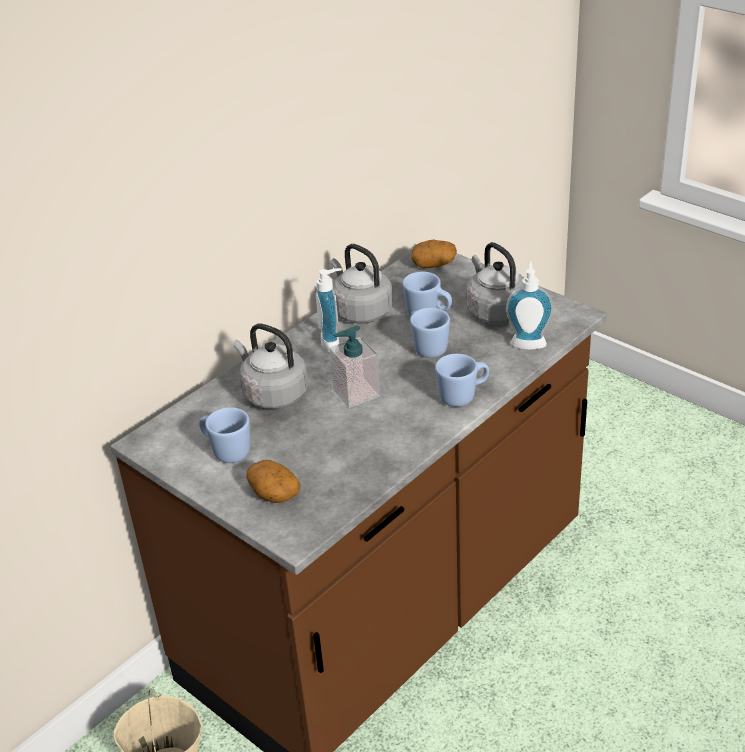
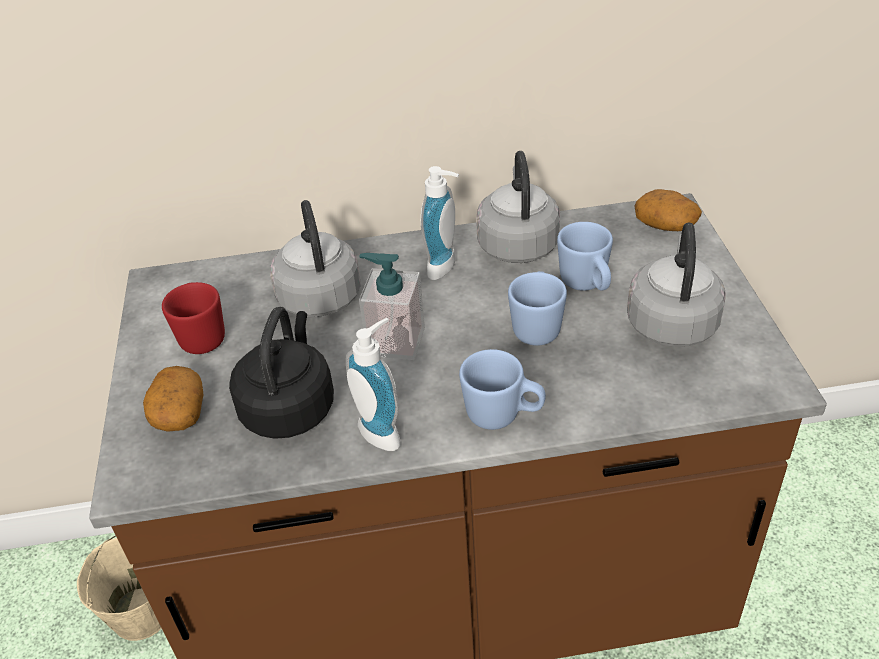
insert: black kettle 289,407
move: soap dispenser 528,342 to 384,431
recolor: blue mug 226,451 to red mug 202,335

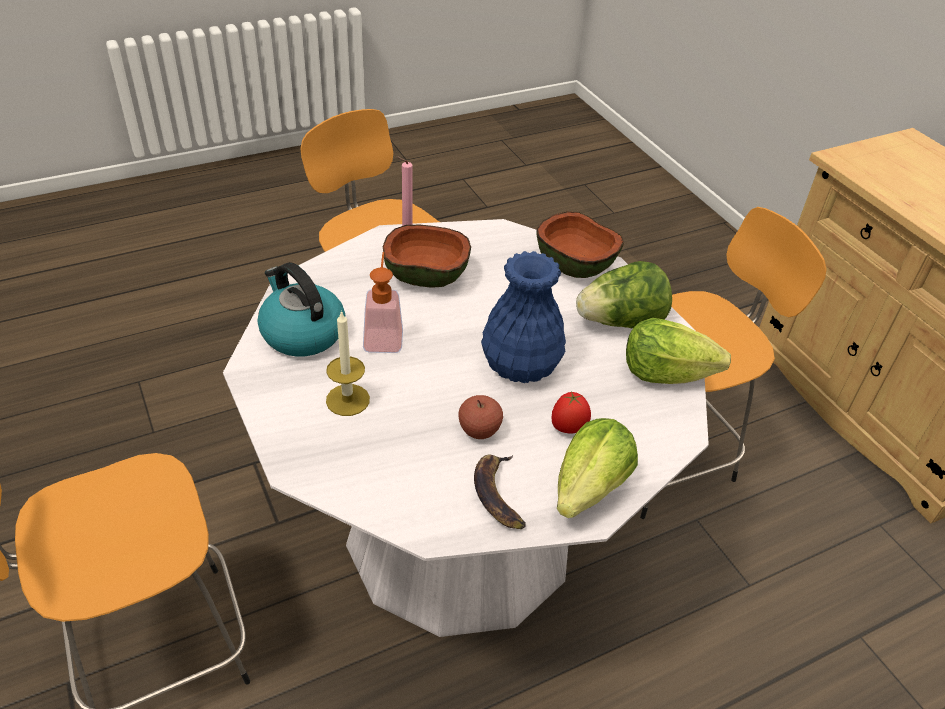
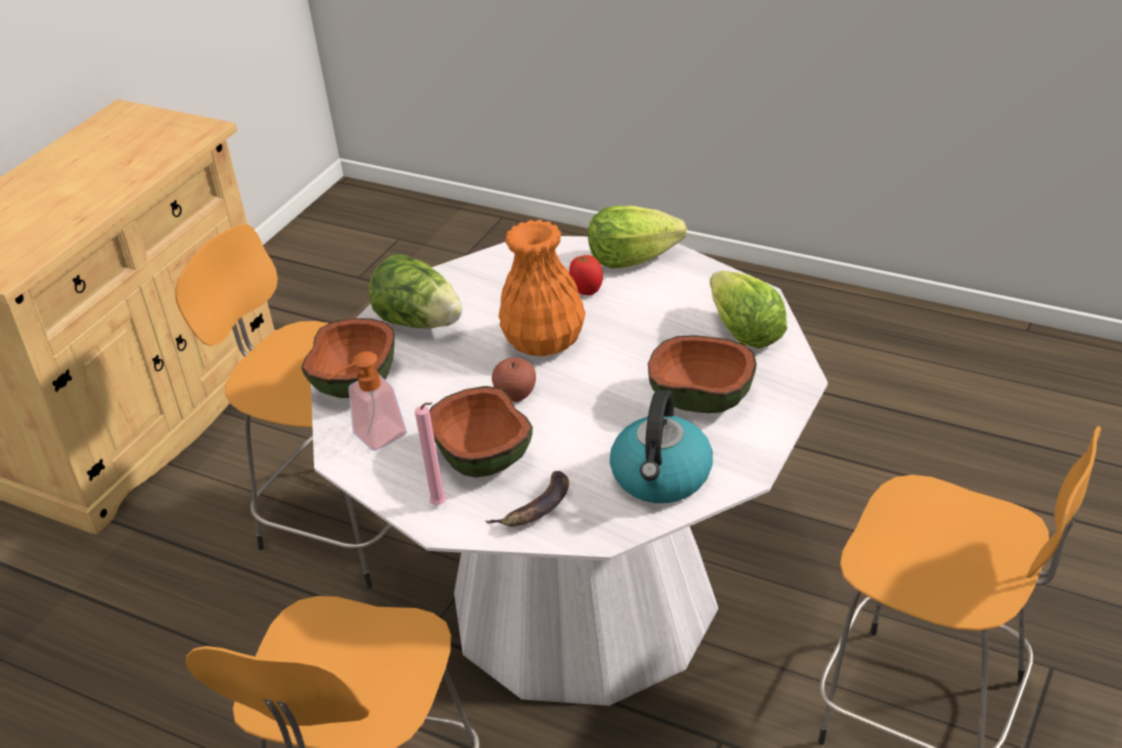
move: soap dispenser 383,335 to 372,439; apple 479,431 to 516,395; banana 498,494 to 536,508; lettuce 665,373 to 745,333
replace: candle 347,400 to bowl 701,400
recolor: blue vase 521,365 to orange vase 543,342

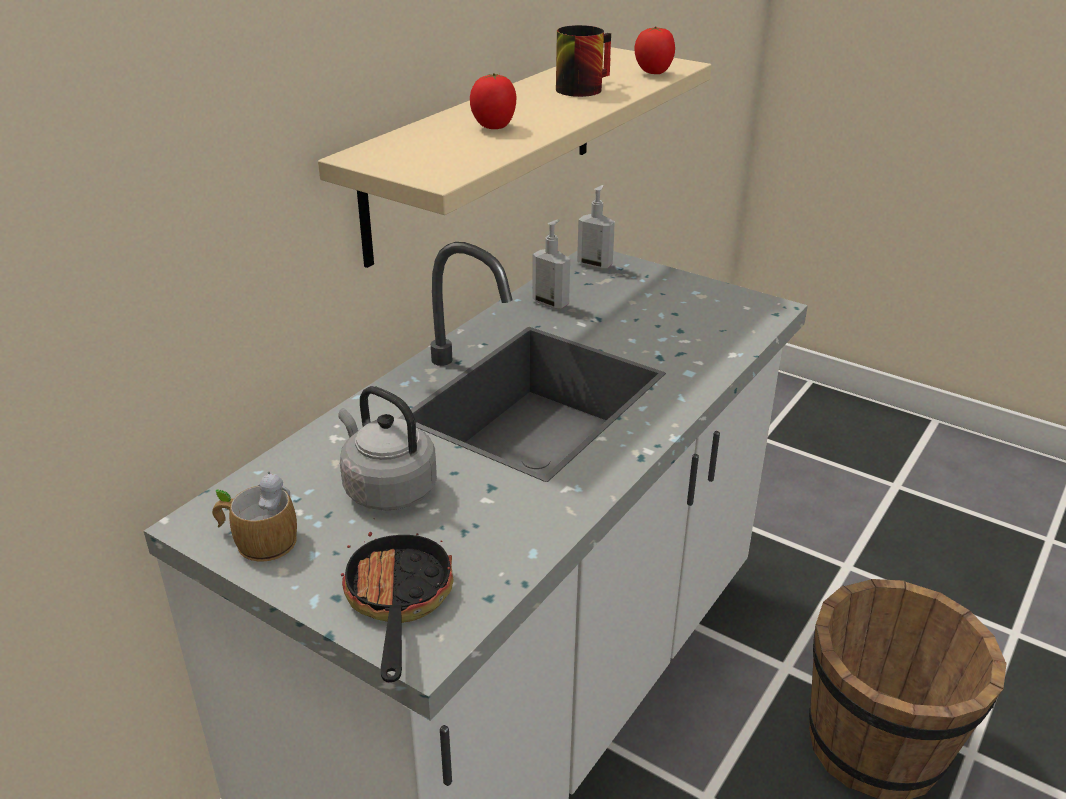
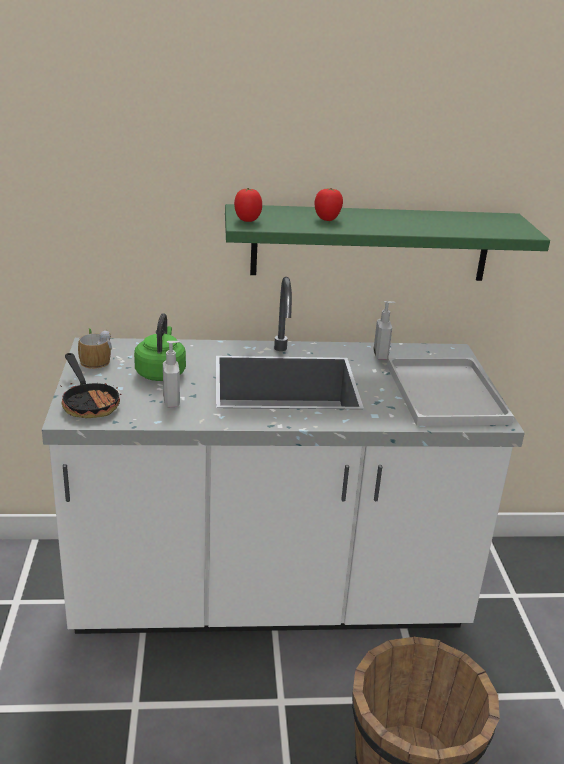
delete: mug 580,87
insert: white tray 443,392
move: soap dispenser 595,264 to 172,402; tomato 653,73 to 247,221
recolor: beige shelf 486,149 to green shelf 371,243; grey kettle 387,488 to green kettle 161,372
rotate: frying pan 398,602 = 89,402 105 degrees clockwise

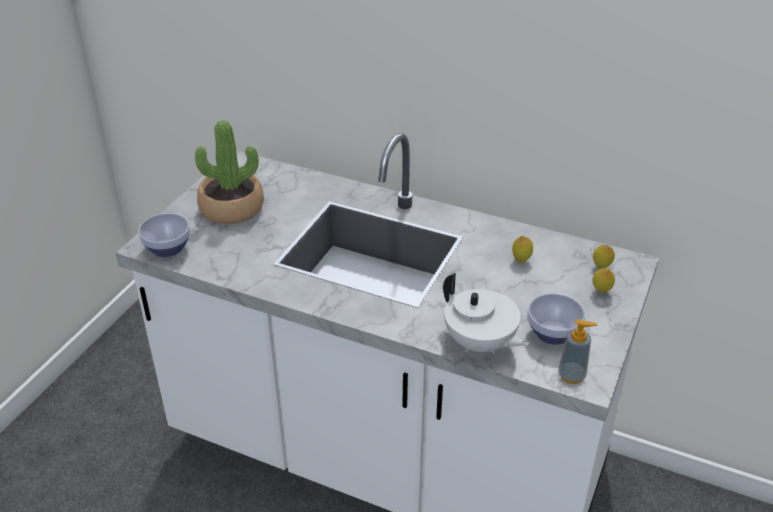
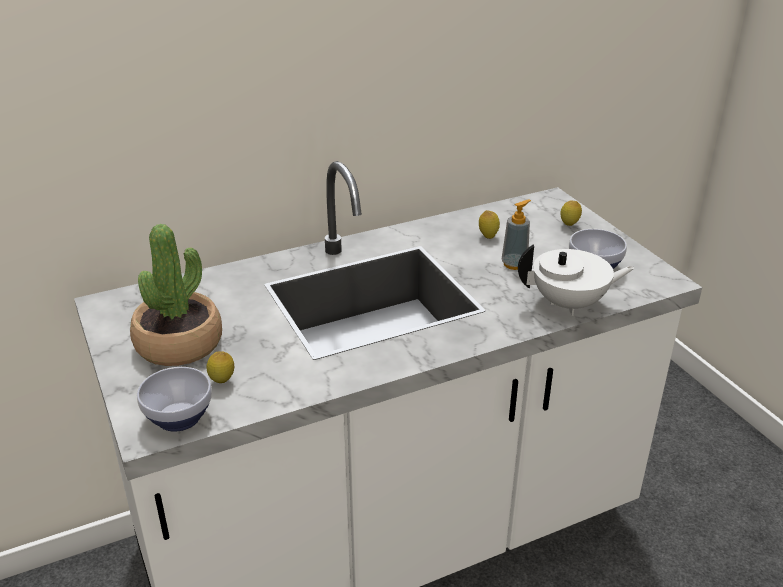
move: soap dispenser 571,375 to 514,264; lemon 601,268 to 222,382

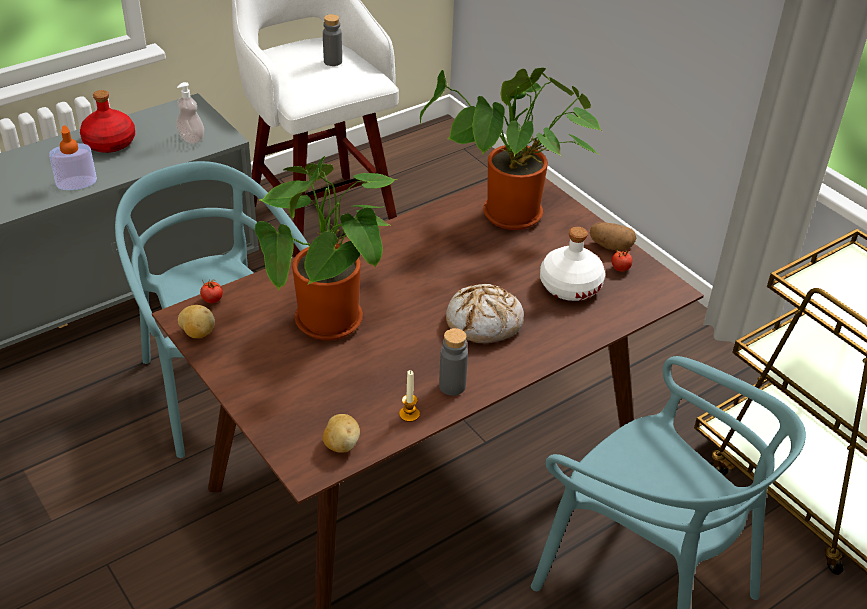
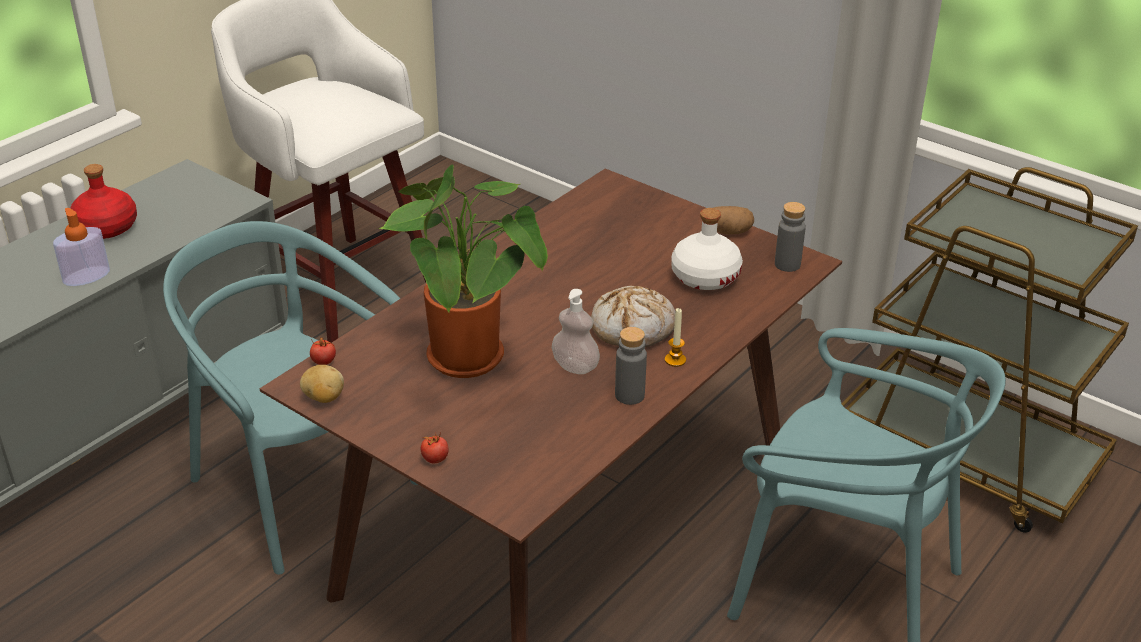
delete: potato 341,444; potted plant 509,218
move: soap dispenser 191,138 to 575,366; grey bottle 333,61 to 787,264; candle 409,414 to 675,360; tomato 620,268 to 435,459

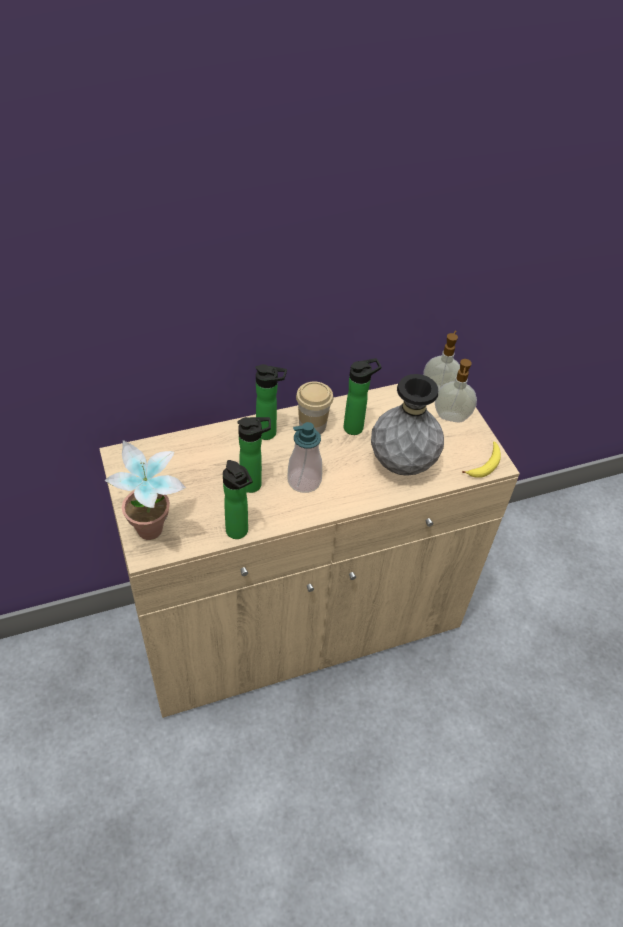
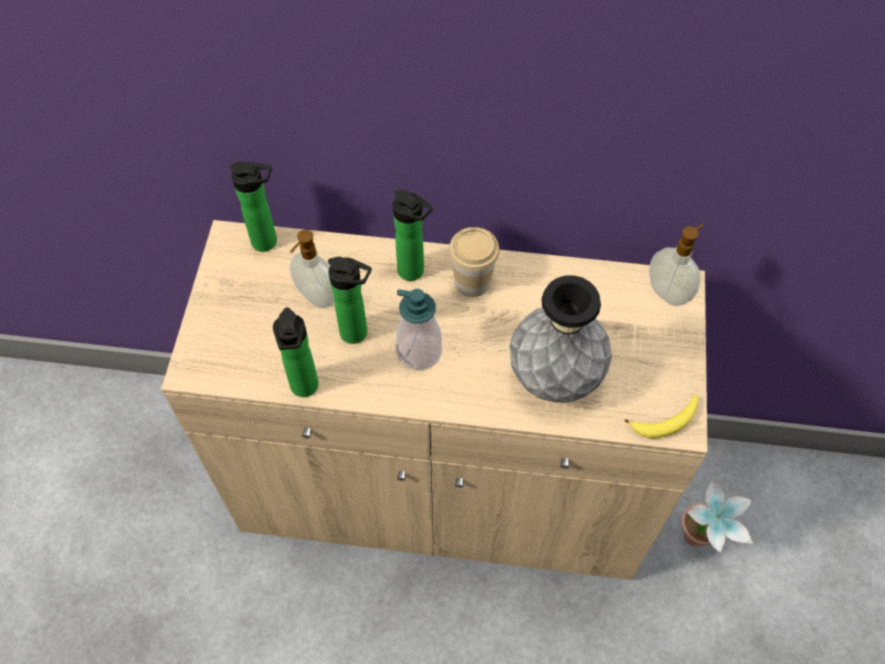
move: potted plant 154,536 to 697,544; bottle 356,427 to 268,242; soap dispenser 451,418 to 316,297

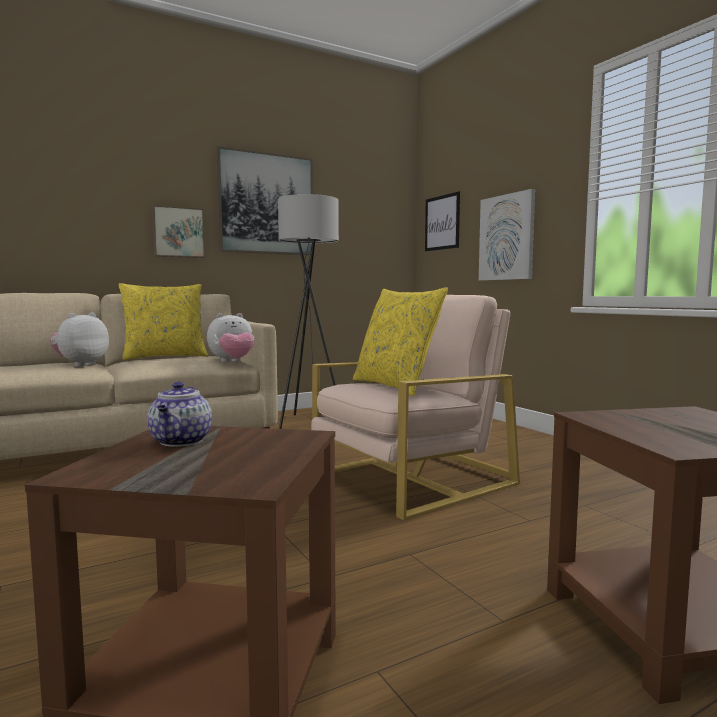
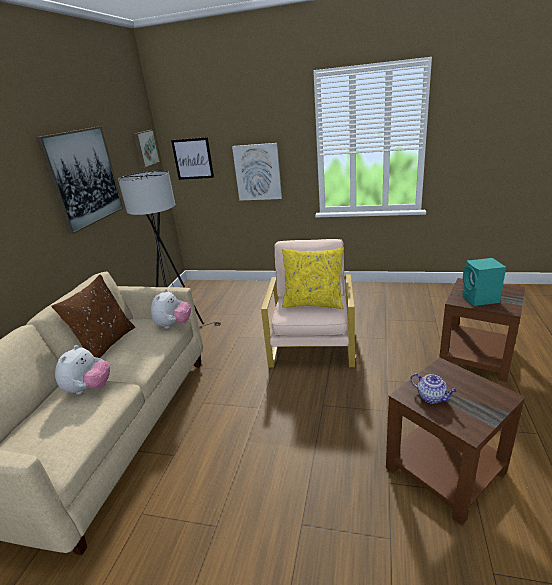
insert: turquoise speaker 480,299
move: picture 178,232 to 145,148
recolor: yellow pillow 165,357 to brown pillow 106,344
rotate: plush toy 80,365 = 89,389 150 degrees counterclockwise

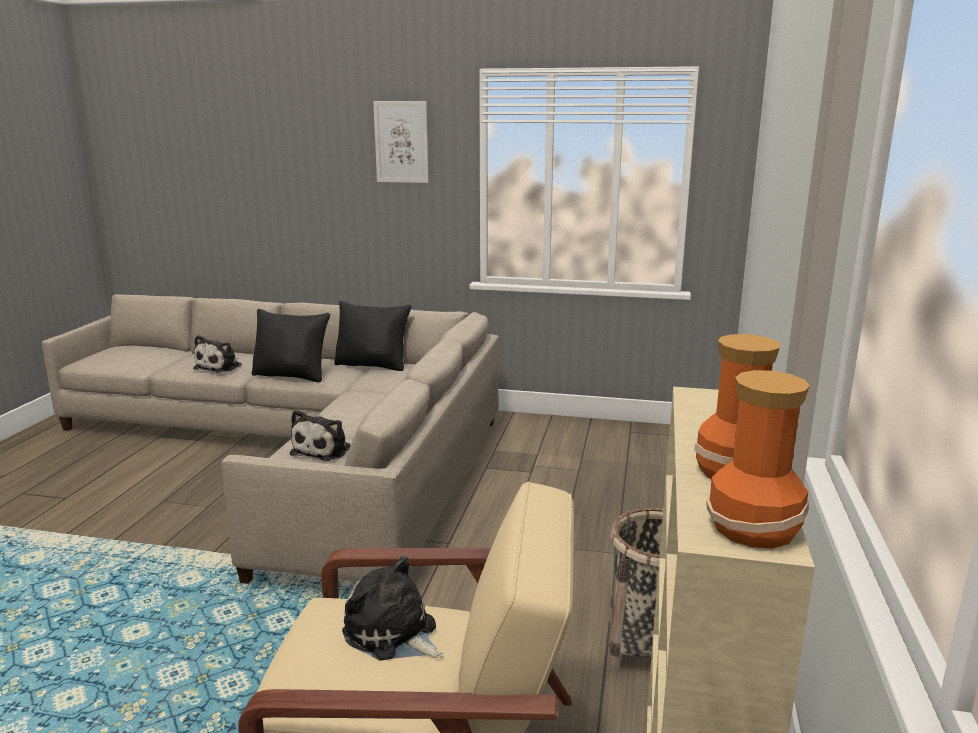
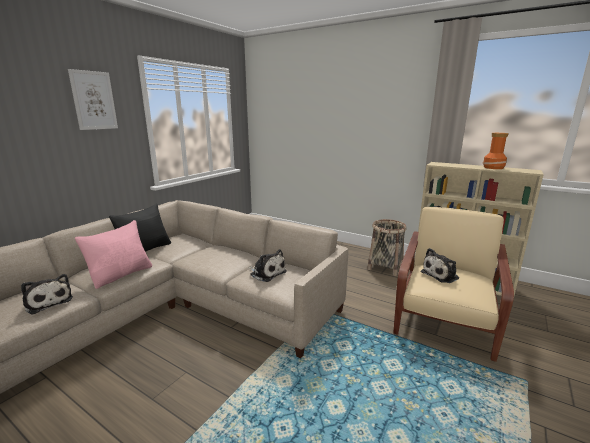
delete: vase 756,528
recolor: black pillow 292,375 to pink pillow 121,275

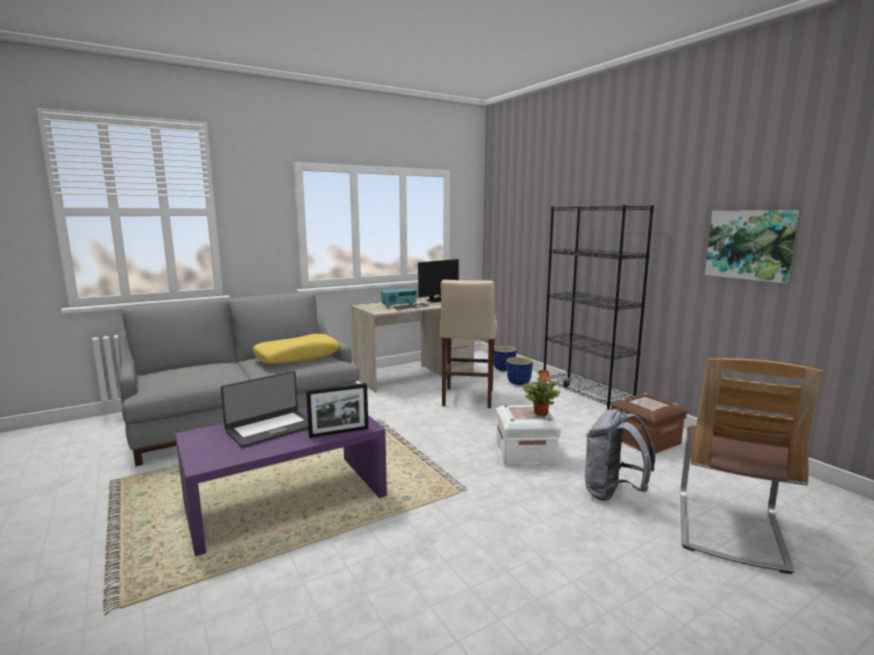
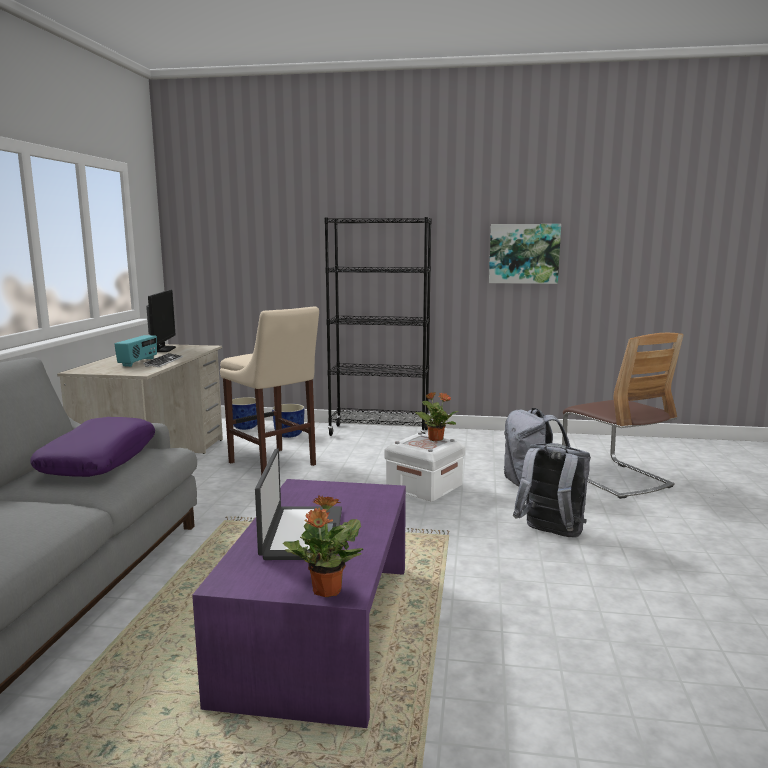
delete: picture frame 339,432; brown storage box 645,440
insert: potted plant 326,591; grey backpack 550,535
recolor: yellow pillow 297,357 to purple pillow 98,460

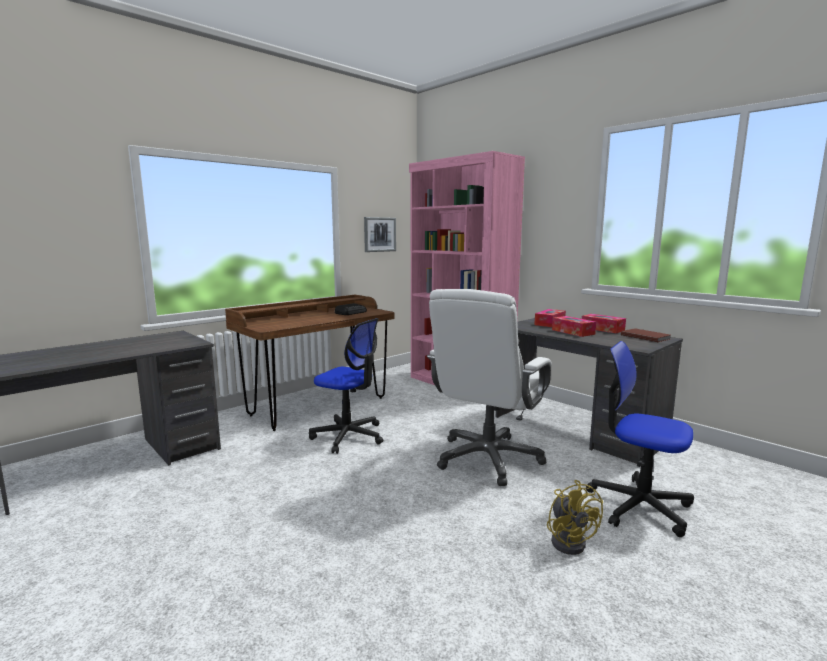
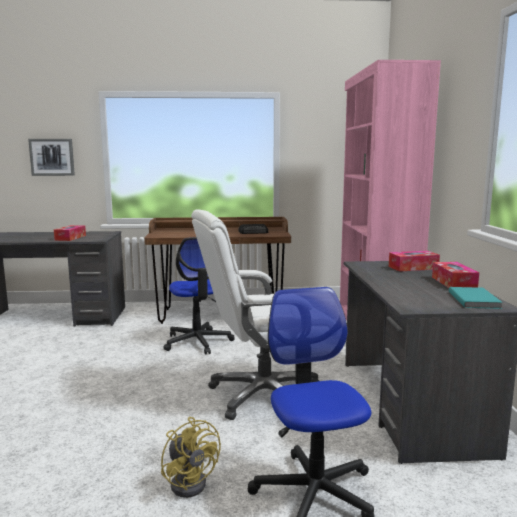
move: picture 379,234 to 52,157; tissue box 573,332 to 70,238
recolor: brown book 645,337 to turquoise book 475,300
rotate: yellow fan 570,540 = 191,481 60 degrees counterclockwise

